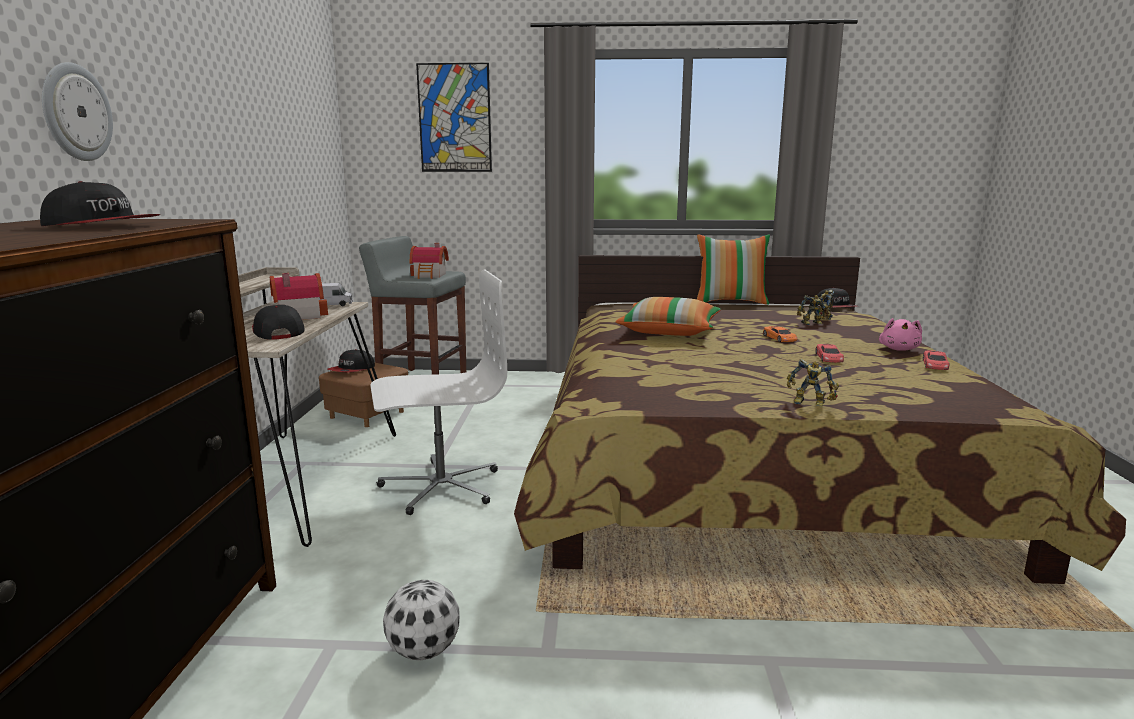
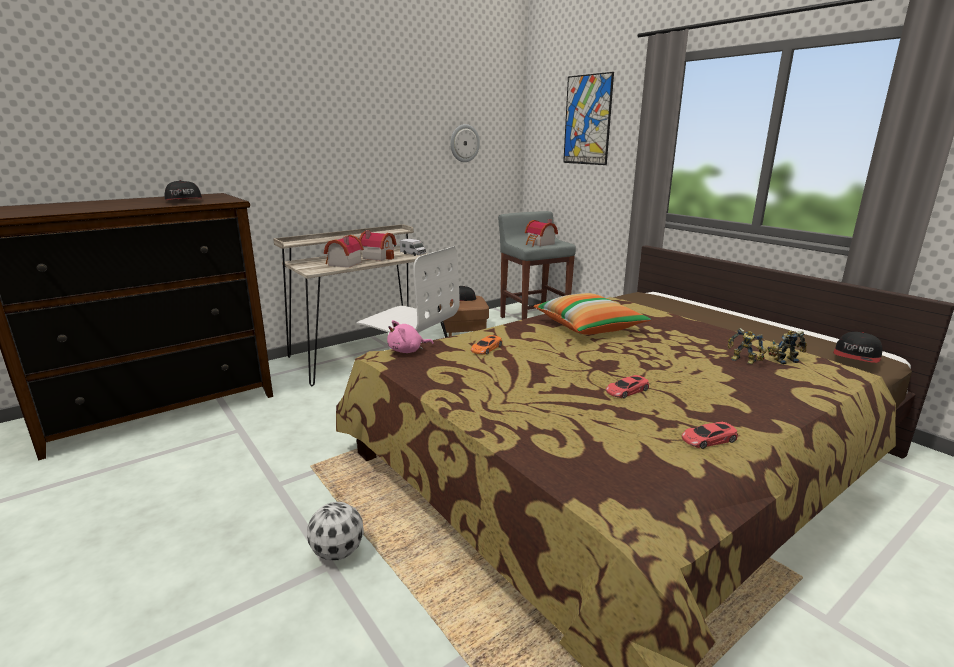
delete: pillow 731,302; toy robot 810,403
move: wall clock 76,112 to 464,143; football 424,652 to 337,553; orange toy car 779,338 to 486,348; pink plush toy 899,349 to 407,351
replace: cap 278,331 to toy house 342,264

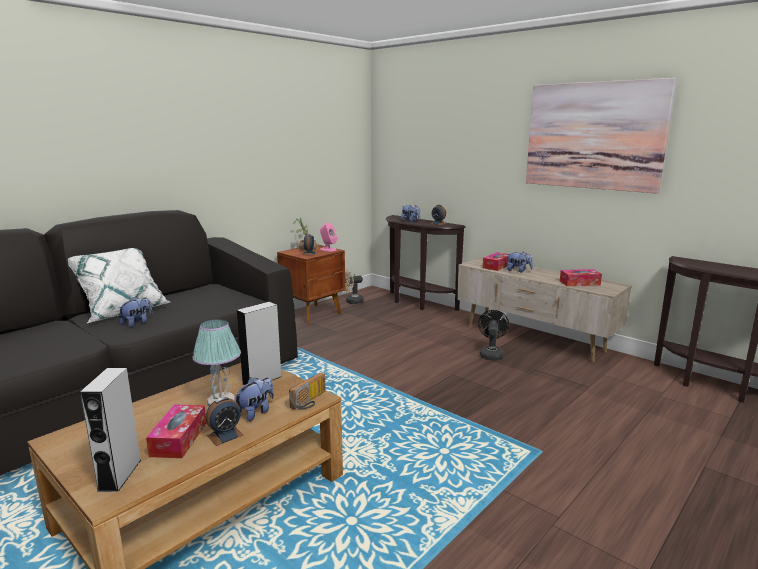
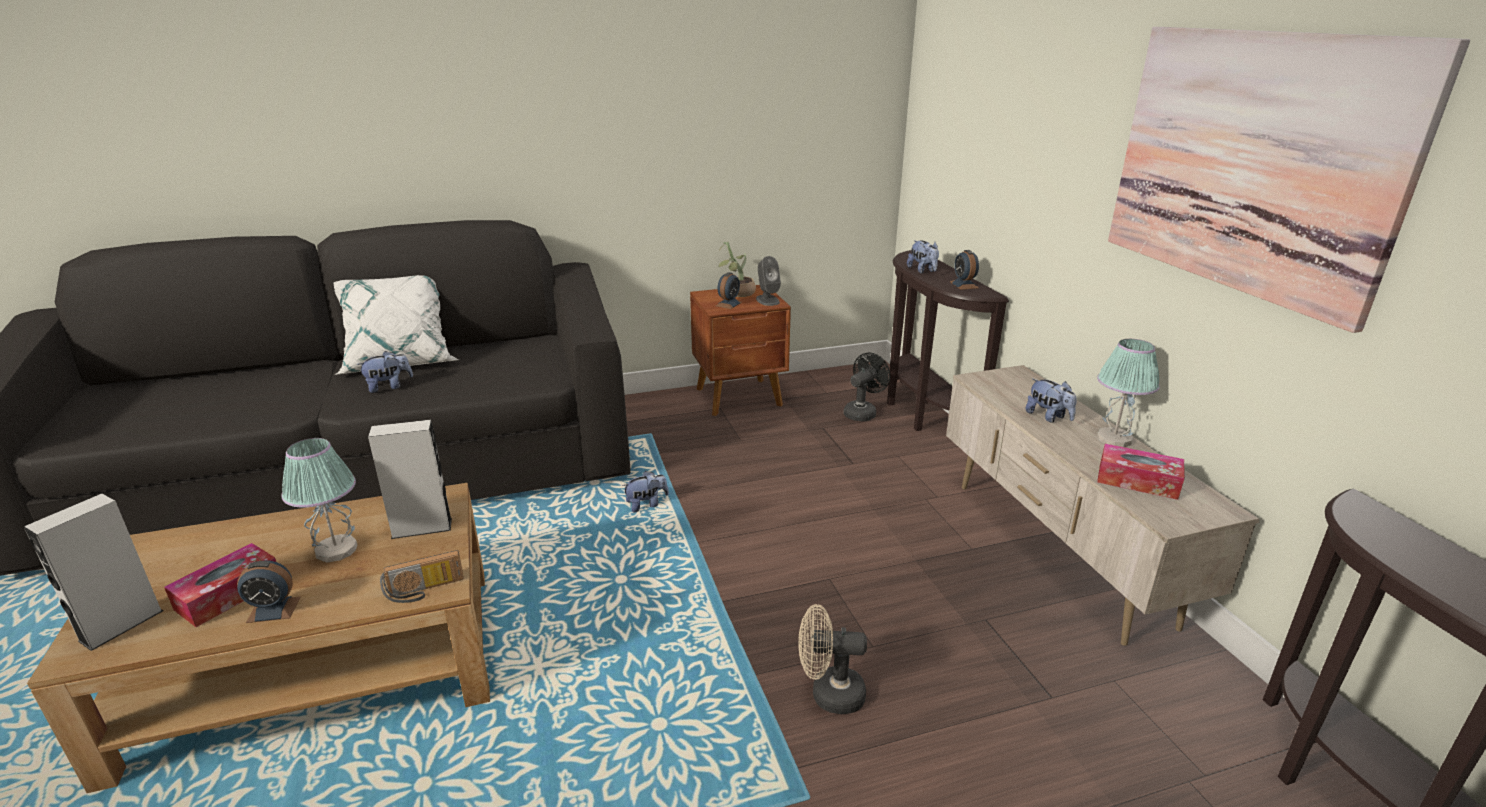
delete: tissue box 496,266
insert: table lamp 1113,439
move: plush toy 256,412 to 646,504; beige fan 352,302 to 829,694; black fan 491,354 to 862,412
recolor: pink speaker 328,249 to grey speaker 767,300

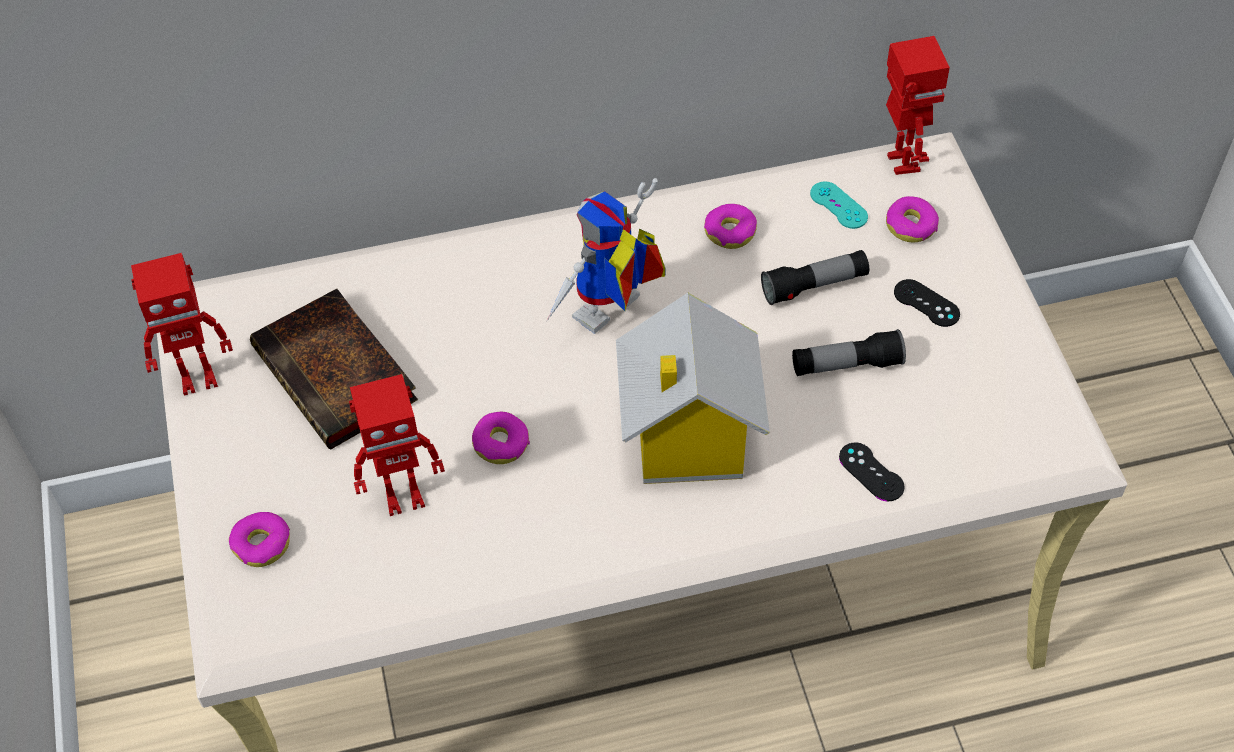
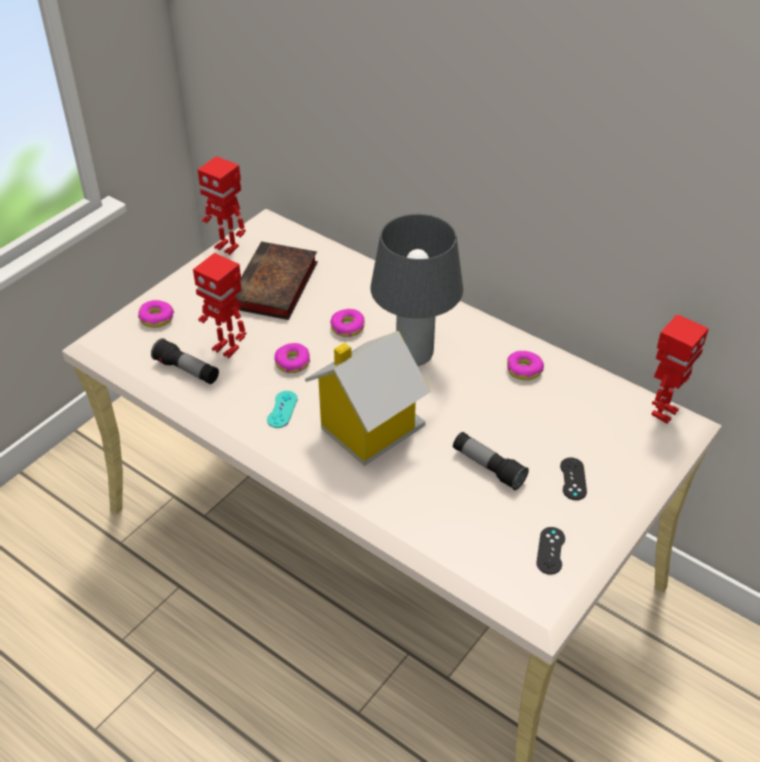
move: flashlight 814,286 to 187,370; turquoise game controller 838,205 to 282,409; black game controller 871,472 to 550,550; donut 911,226 to 347,327
replace: toy robot 610,317 to grey table lamp 413,357

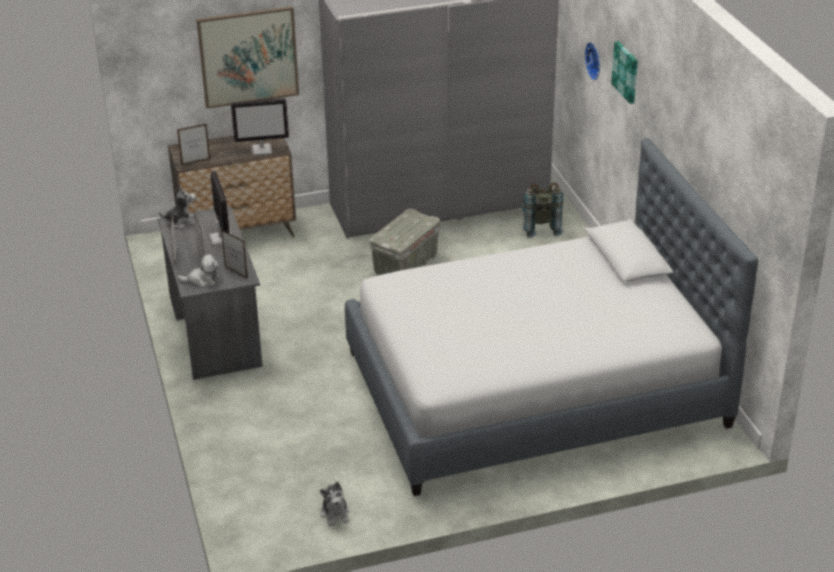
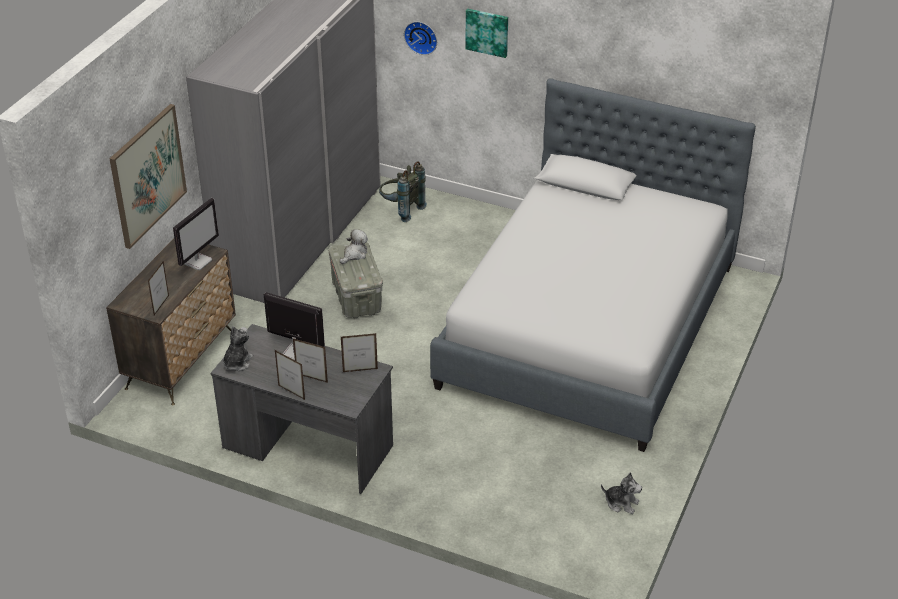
move: plush toy 202,280 to 354,254

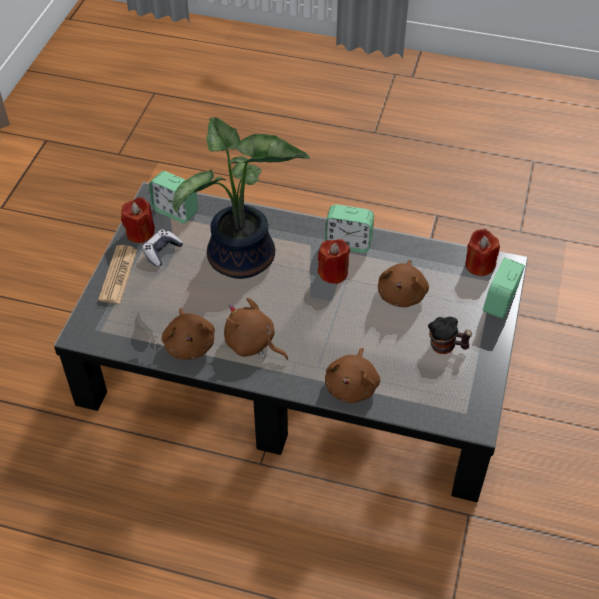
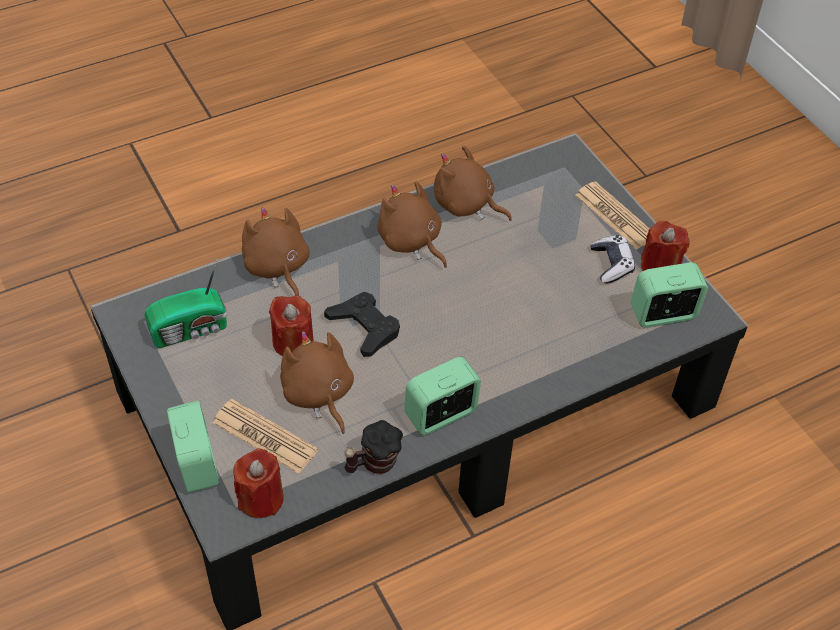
delete: potted plant 242,261
insert: radio 191,330; newspaper 265,437; black game controller 364,327
move: red candle 333,273 to 293,342; mug 446,346 to 373,464
rotate: brown plush toy 252,344 = 411,242 120 degrees counterclockwise

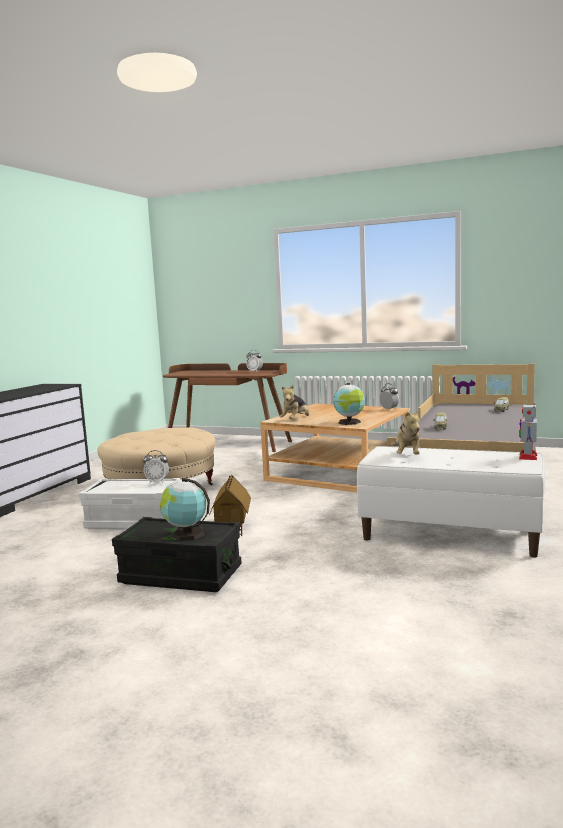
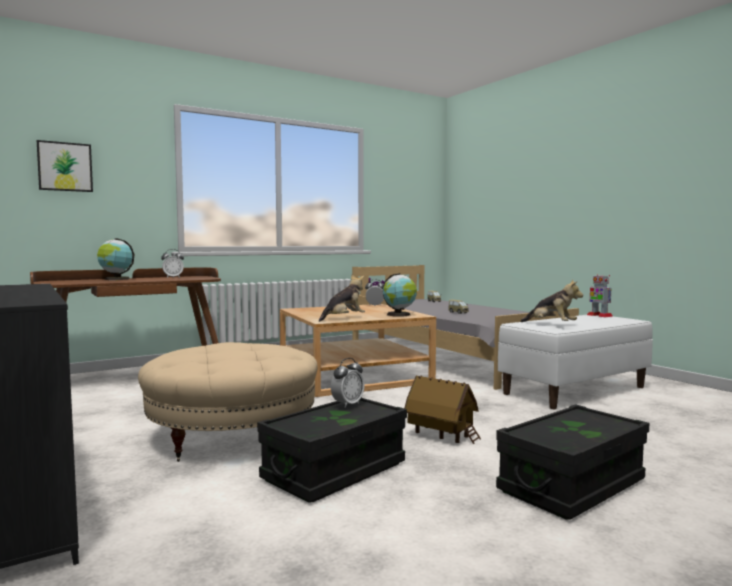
insert: picture 65,167
move: globe 186,534 to 116,279
recolor: white storage box 134,521 to black storage box 335,471
rotate: plush toy 295,420 = 344,319 105 degrees counterclockwise

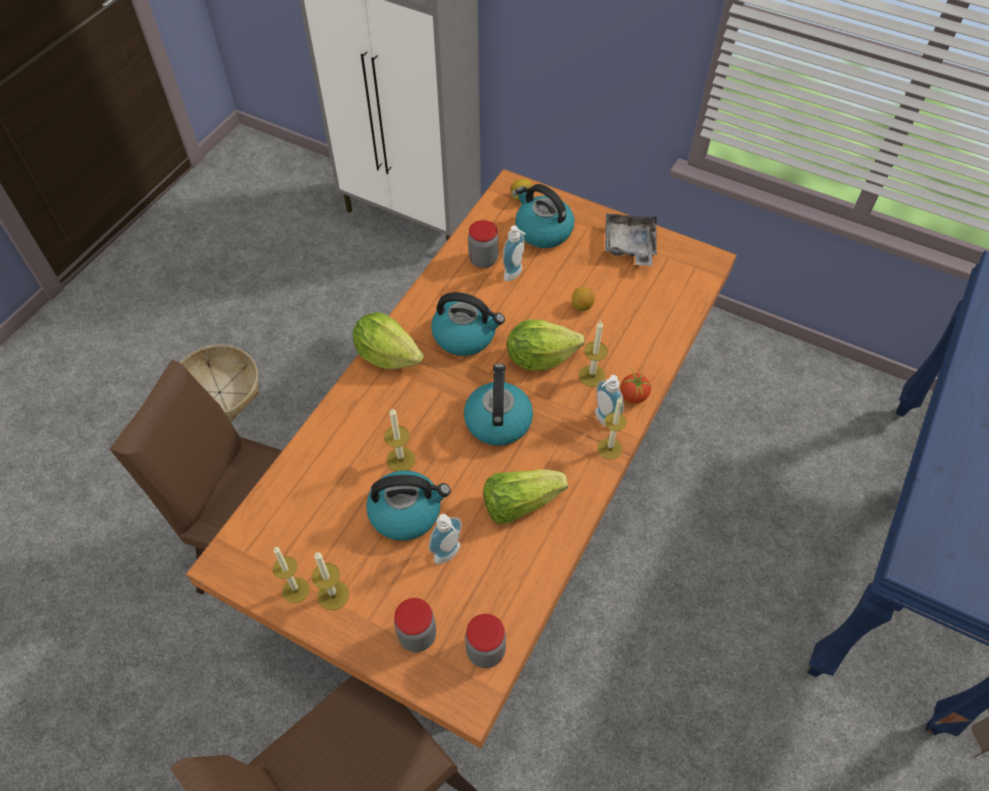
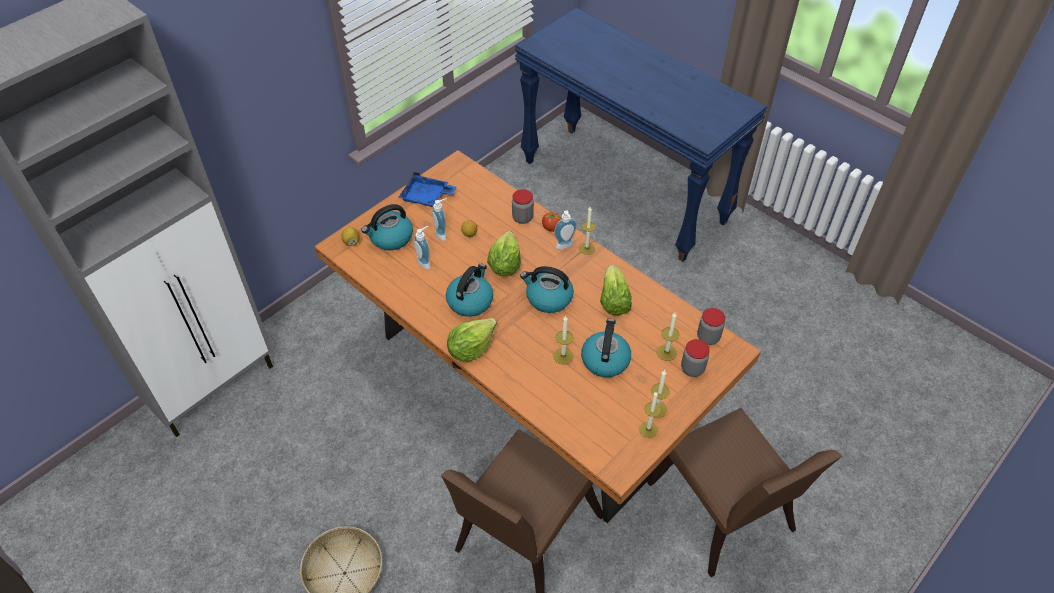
move: soap dispenser 449,555 to 442,233; jar 483,260 to 522,218; candle 591,376 to 666,352
recolor: grey tray 629,245 to blue tray 426,197

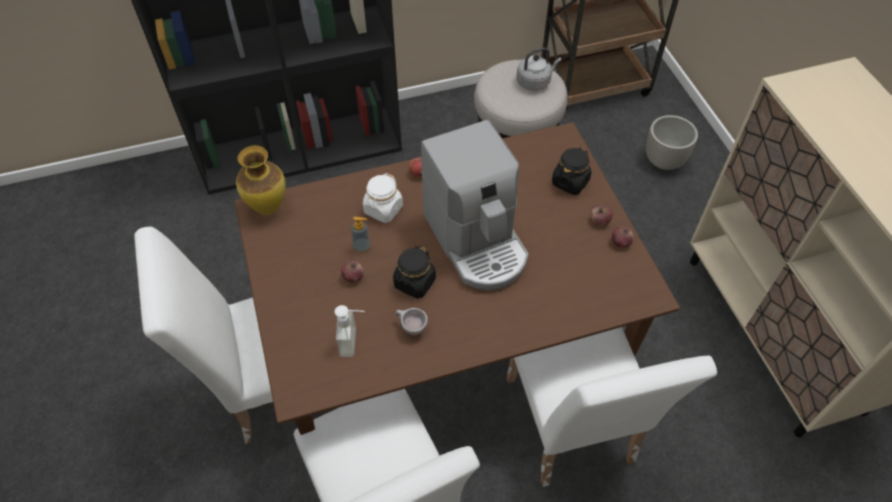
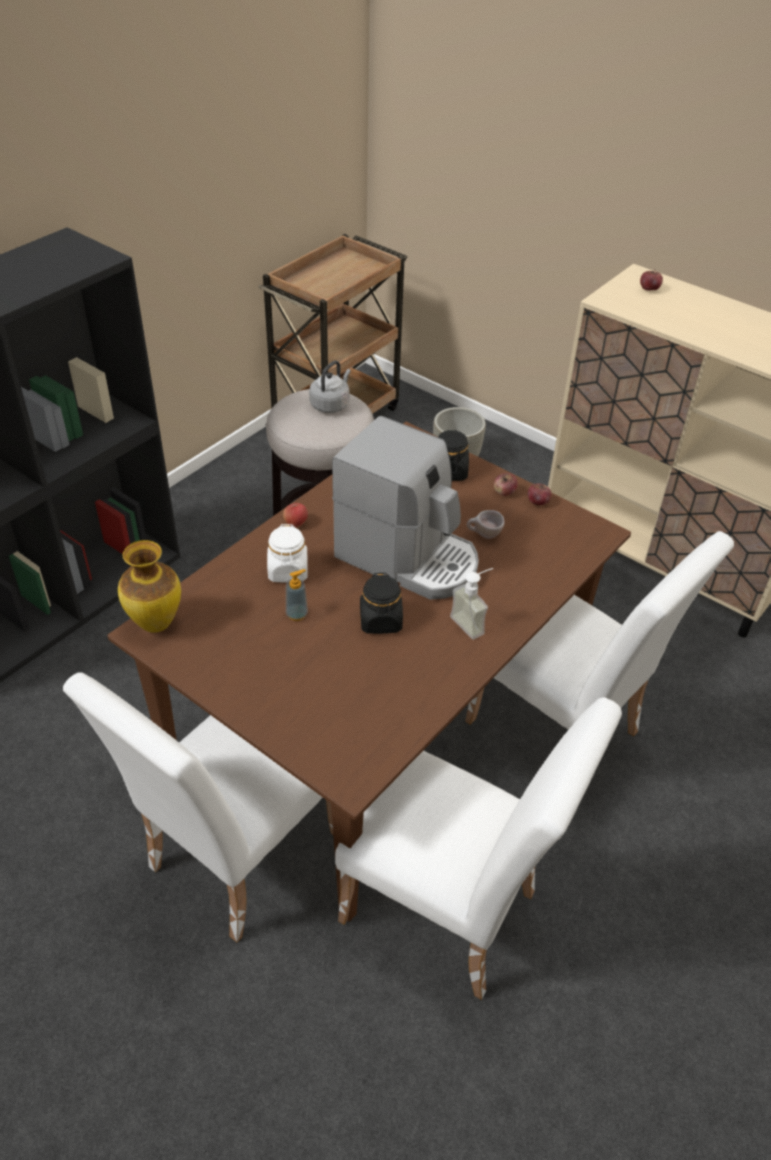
move: soap dispenser 355,342 to 473,622; apple 353,277 to 649,289; beige cup 410,328 to 484,536

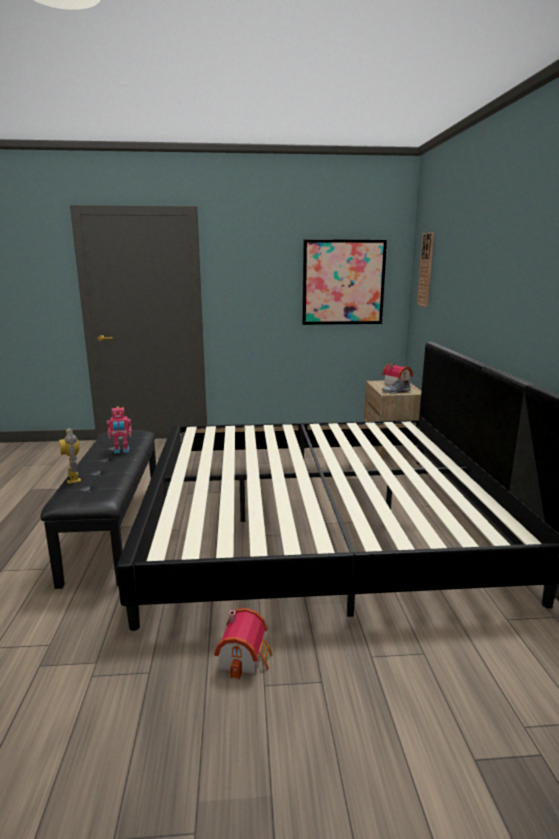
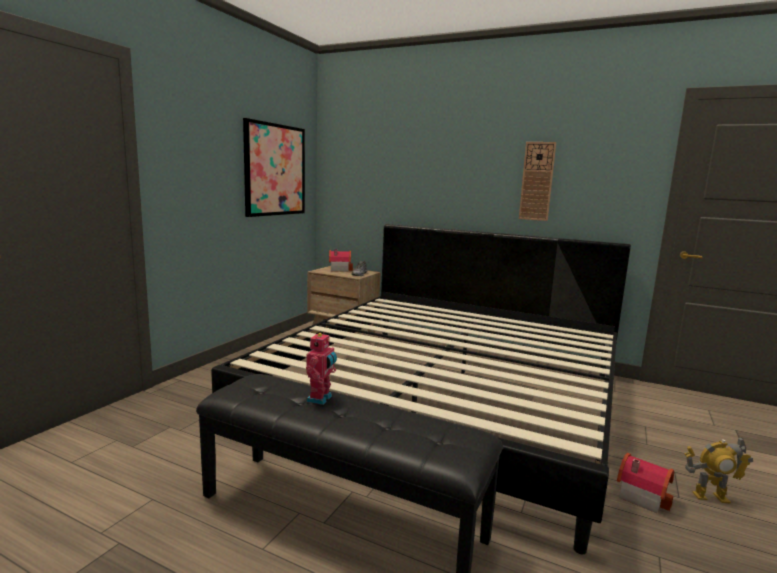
move: toy robot 73,478 to 710,497; wall clock 426,270 to 537,181

